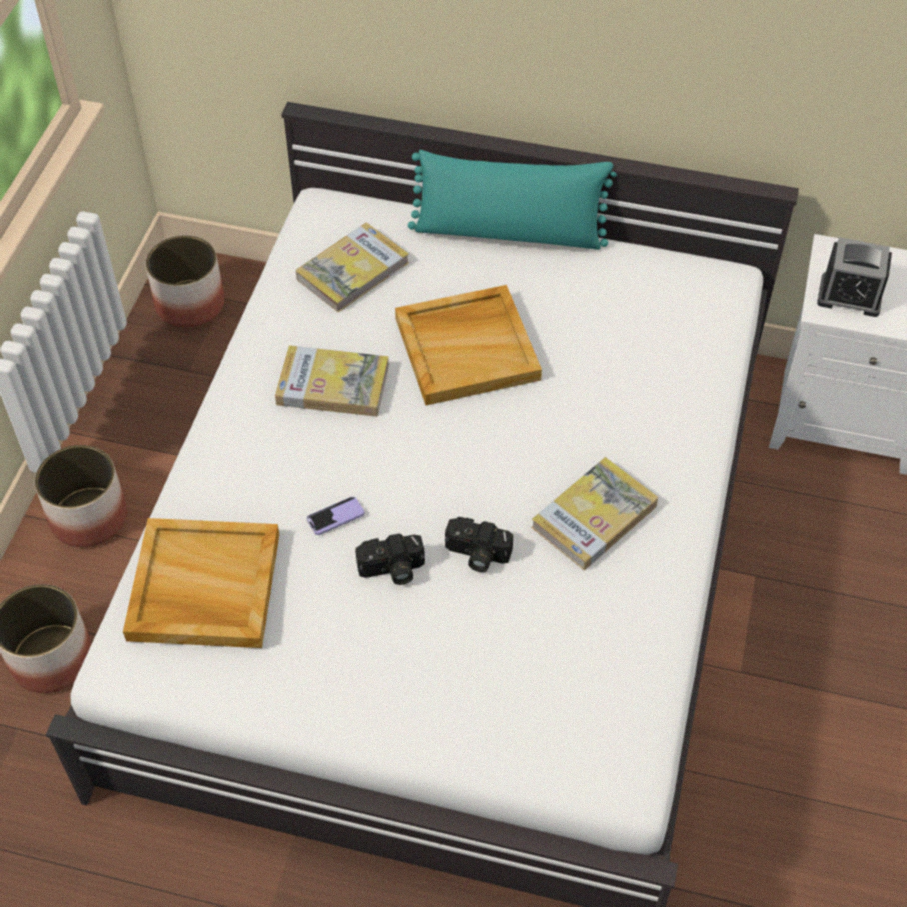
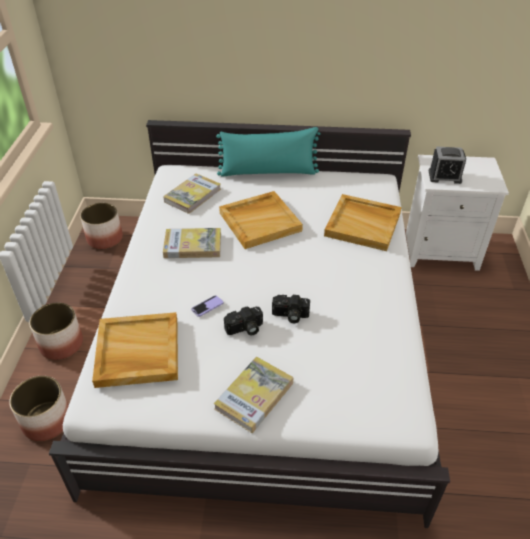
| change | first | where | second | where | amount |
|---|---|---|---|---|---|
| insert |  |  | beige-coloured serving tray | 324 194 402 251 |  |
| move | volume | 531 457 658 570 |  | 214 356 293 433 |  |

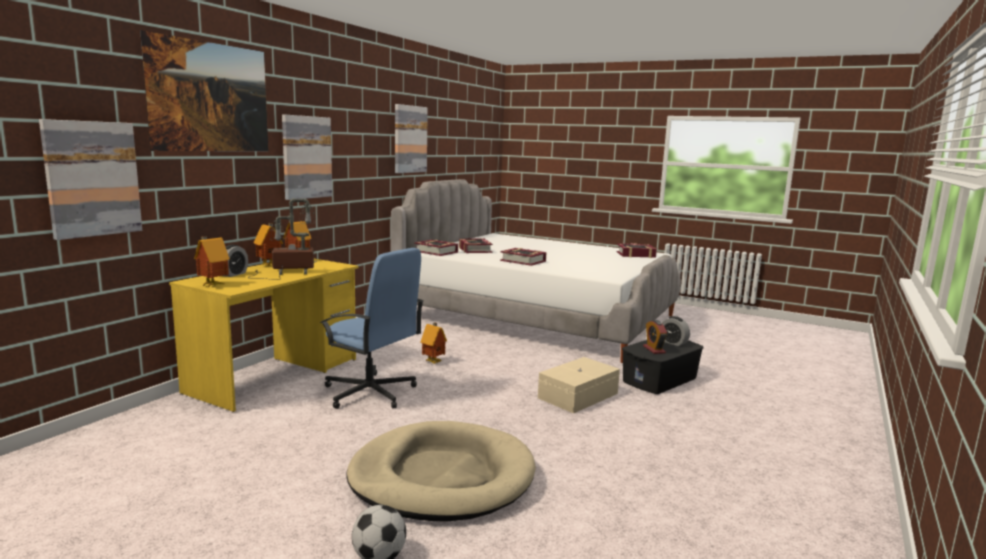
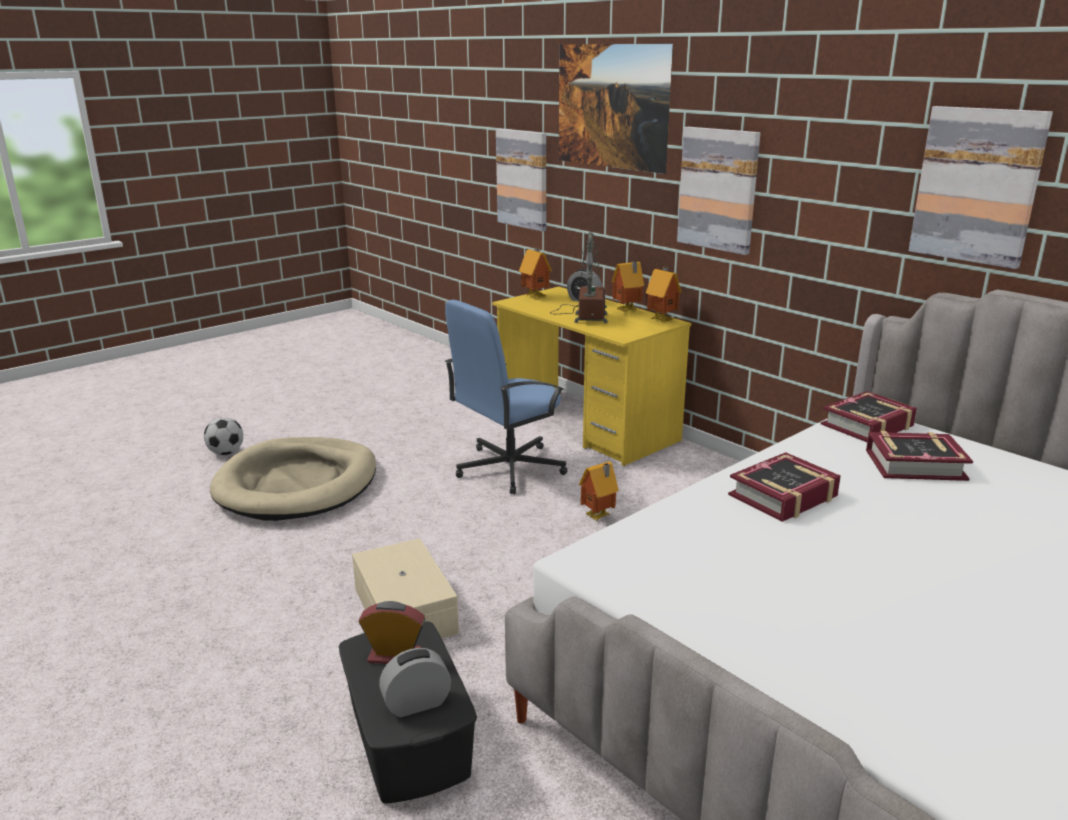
| change | first | where | second | where | amount |
|---|---|---|---|---|---|
| delete | volume | 616 243 657 258 |  |  |  |

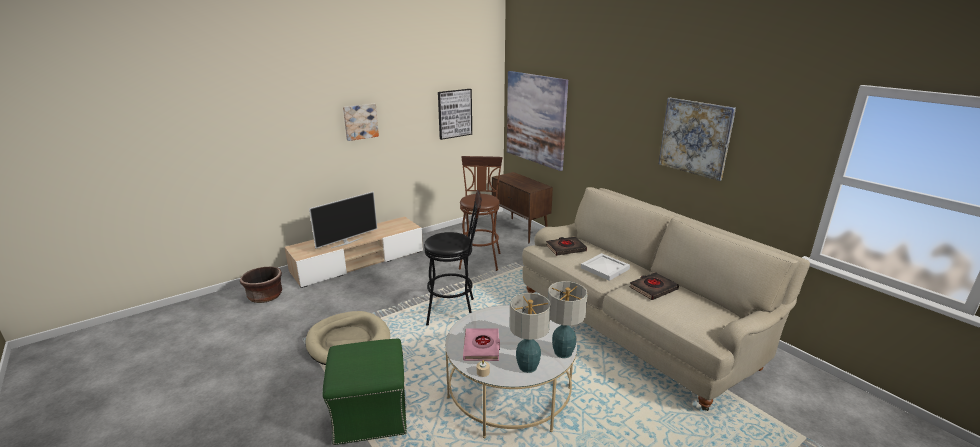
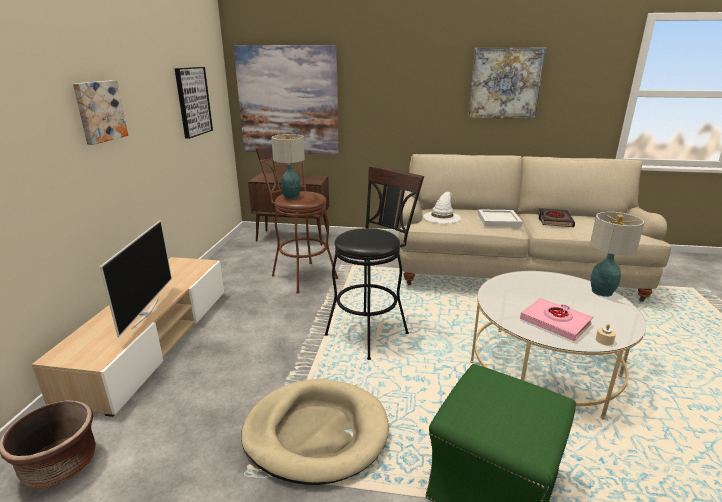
| change | first | where | second | where | amount |
|---|---|---|---|---|---|
| move | lamp for a table | 509 293 551 373 |  | 271 134 305 199 |  |
| replace | blackish volume | 546 237 587 256 | whitish wearable hat | 423 192 461 224 |  |

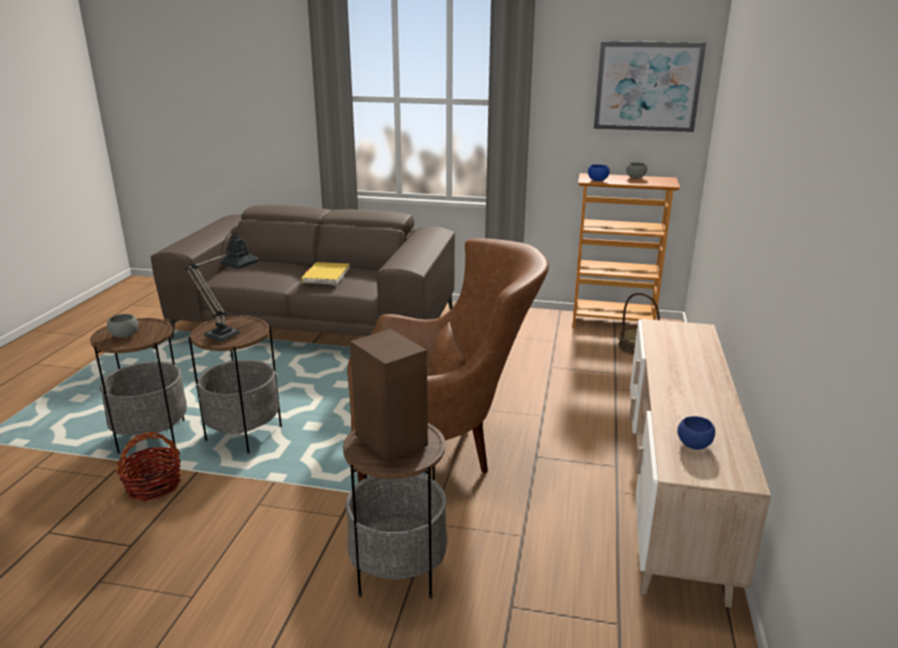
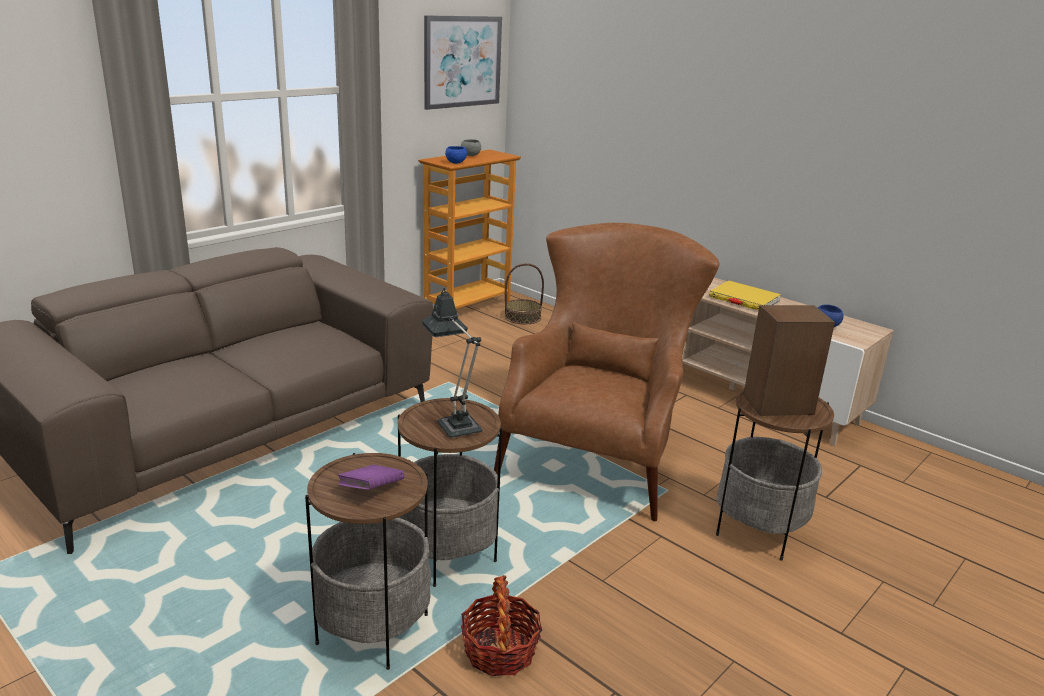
| change | first | where | second | where | amount |
|---|---|---|---|---|---|
| move | yellow volume | 301 262 350 286 |  | 709 281 781 311 |  |
| replace | greyish serving bowl | 107 314 138 338 | purple-coloured volume | 338 465 404 490 |  |

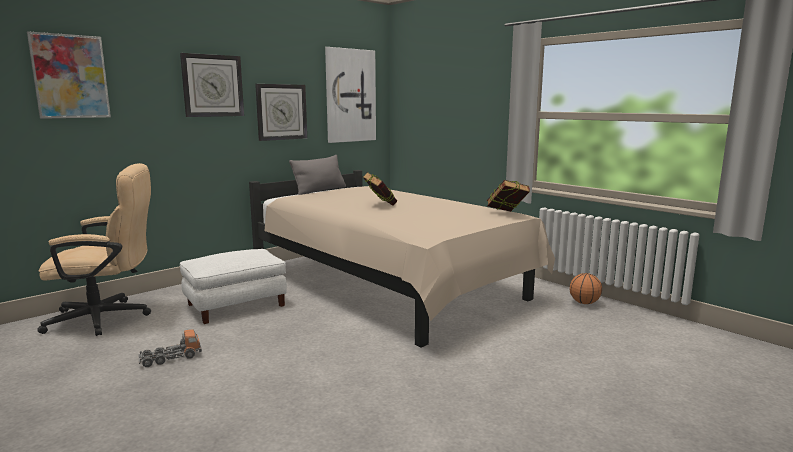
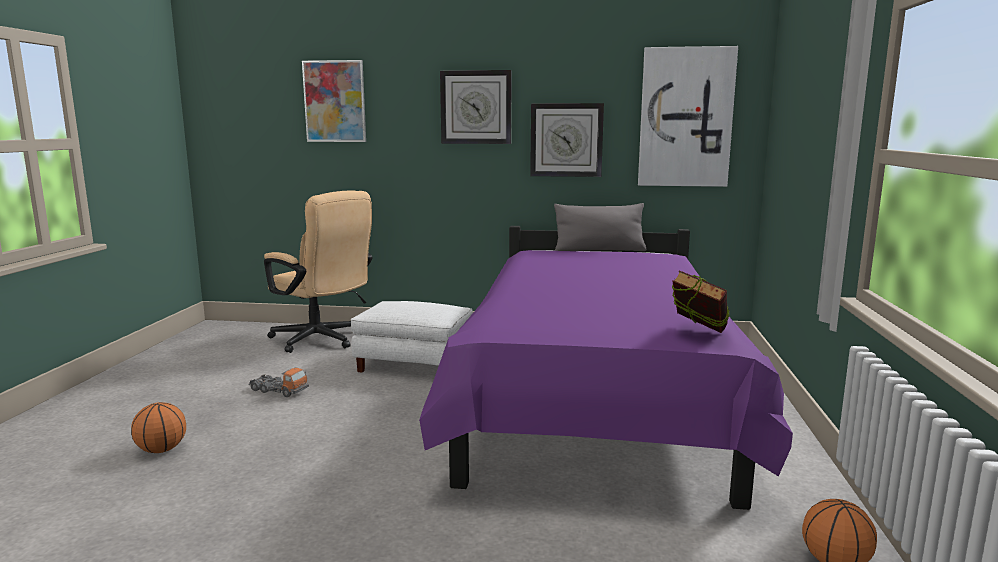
| change | first | where | second | where | amount |
|---|---|---|---|---|---|
| delete | volume | 363 172 397 206 |  |  |  |
| insert |  |  | ball for basketball | 131 402 186 453 |  |
| recolor | beige-coloured bed | 249 170 555 348 | purple-coloured bed | 419 226 793 510 |  |

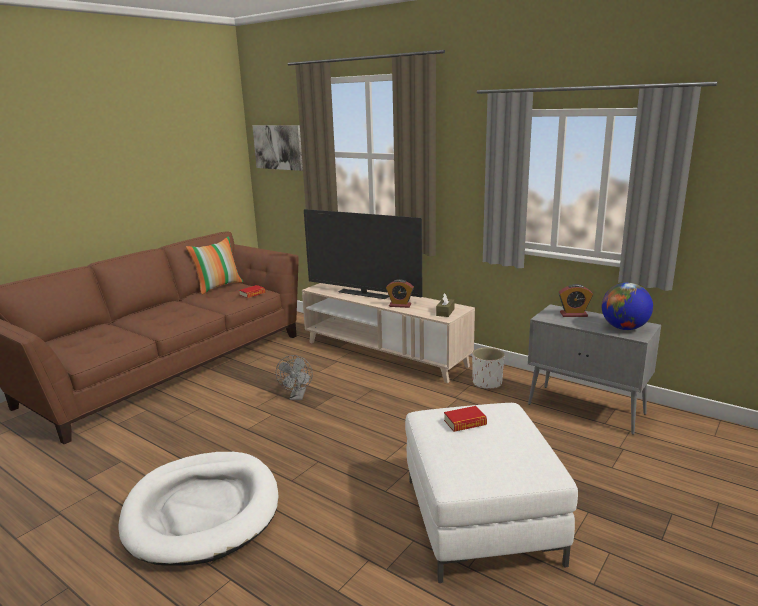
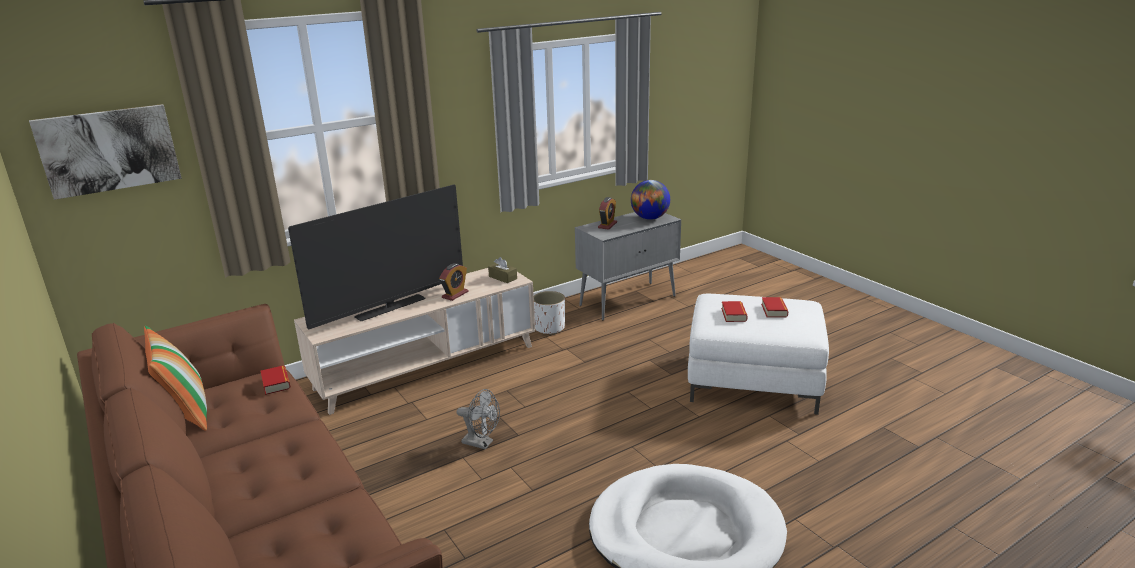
| change | first | where | second | where | amount |
|---|---|---|---|---|---|
| insert |  |  | volume | 761 297 789 317 |  |

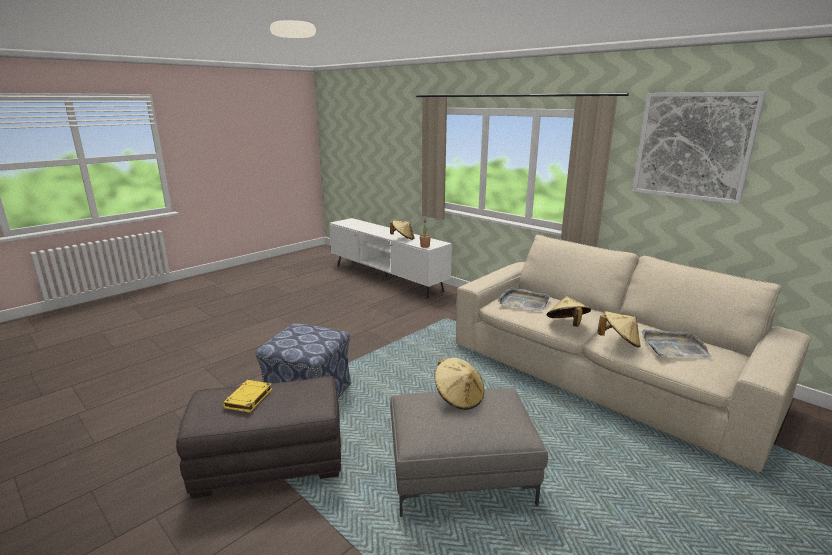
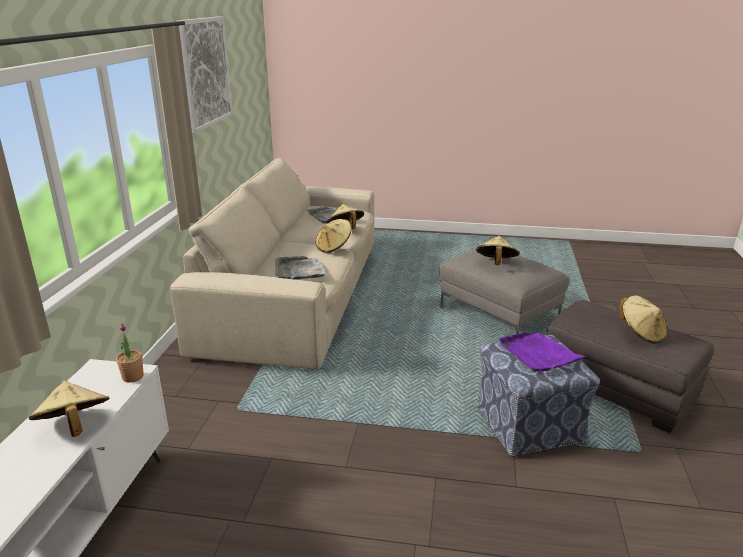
| change | first | where | second | where | amount |
|---|---|---|---|---|---|
| insert |  |  | purple-coloured serving tray | 499 332 585 372 |  |
| replace | yellow volume | 223 380 272 413 | beige-coloured wearable hat | 620 295 667 343 |  |

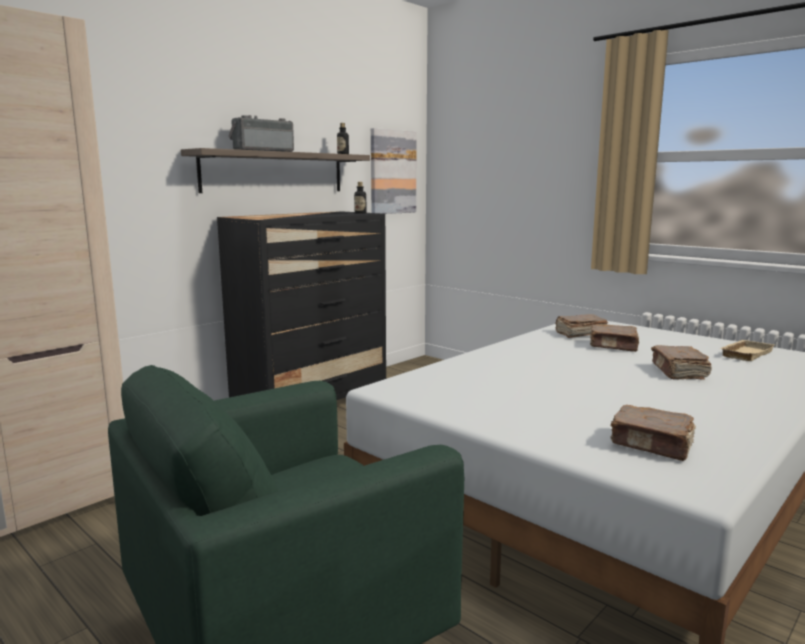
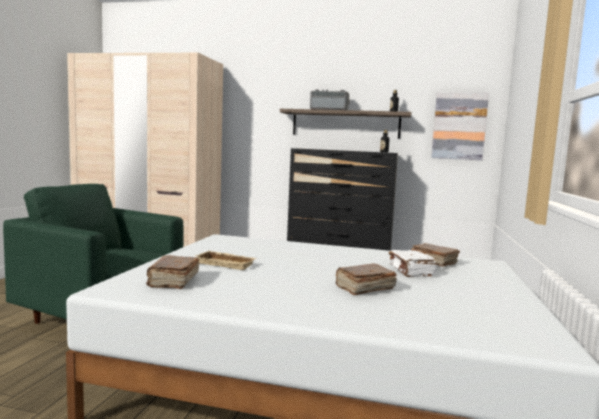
| change | first | where | second | where | amount |
|---|---|---|---|---|---|
| move | beige-coloured serving tray | 721 340 775 361 |  | 195 251 257 270 |  |
| recolor | brown volume | 590 324 639 352 | whitish volume | 389 250 437 277 |  |

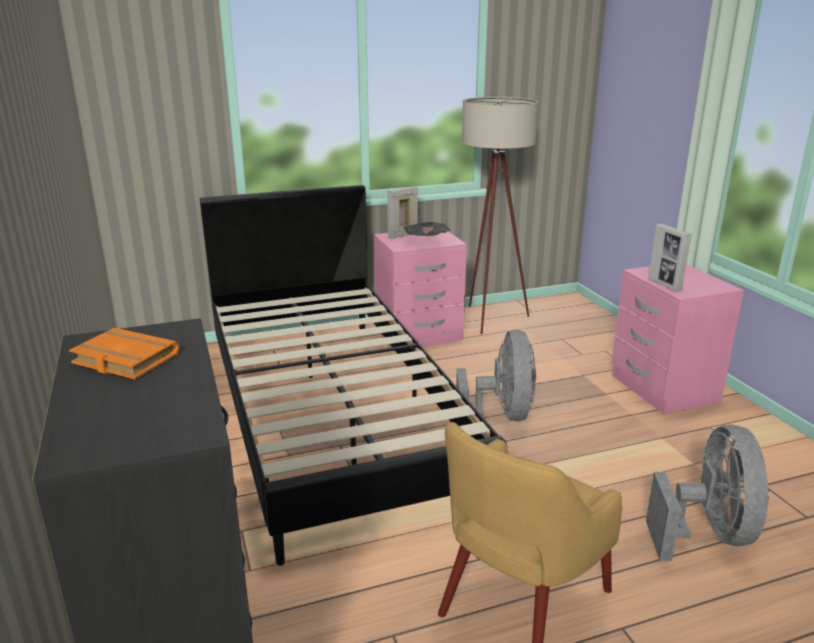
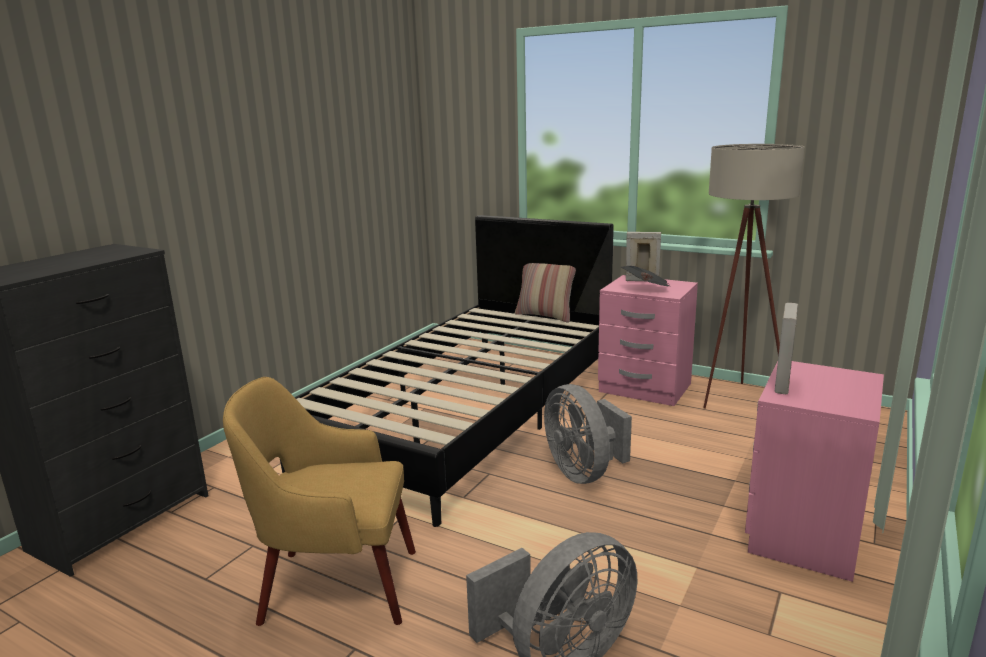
| change | first | where | second | where | amount |
|---|---|---|---|---|---|
| delete | orangey volume | 69 328 179 379 |  |  |  |
| insert |  |  | throw pillow | 515 263 576 323 |  |
| rotate | greyish cooling fan | 456 330 536 421 |  | 544 384 632 484 | 105 degrees clockwise |

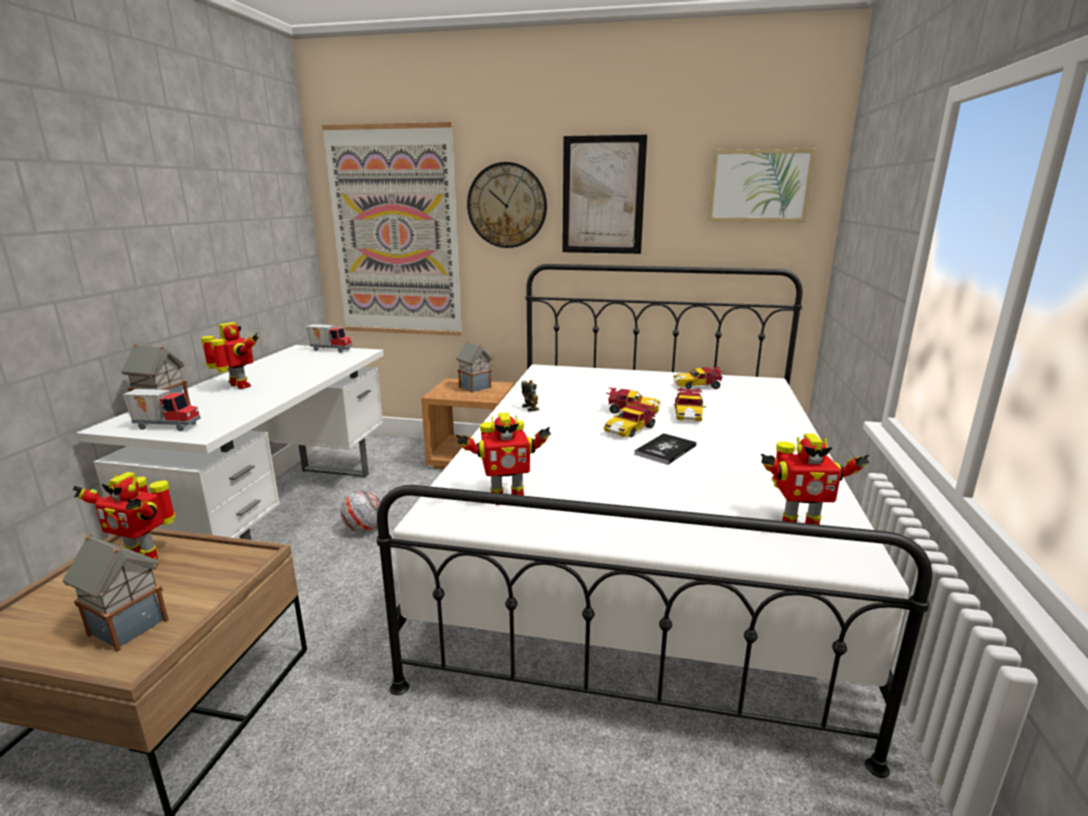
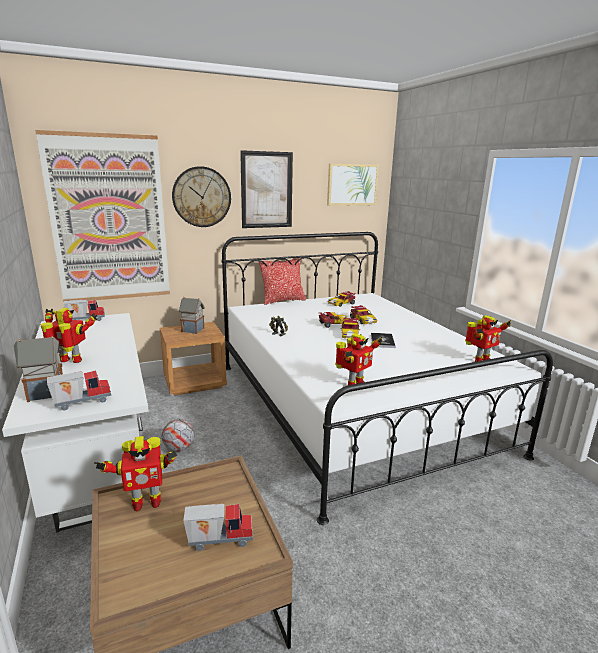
| change | first | where | second | where | amount |
|---|---|---|---|---|---|
| insert |  |  | throw pillow | 259 258 306 305 |  |
| replace | model house | 62 534 169 652 | toy lorry | 183 504 253 551 |  |

